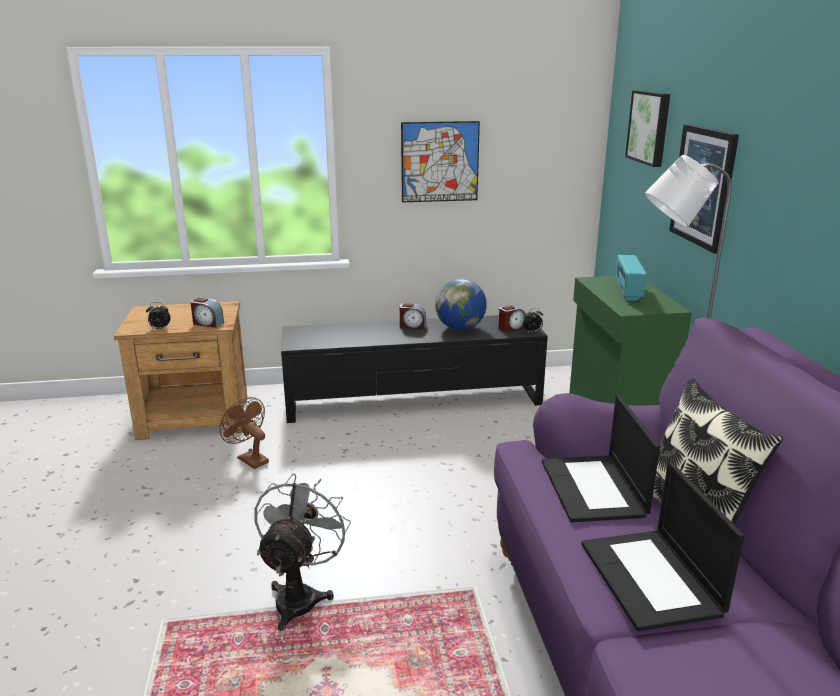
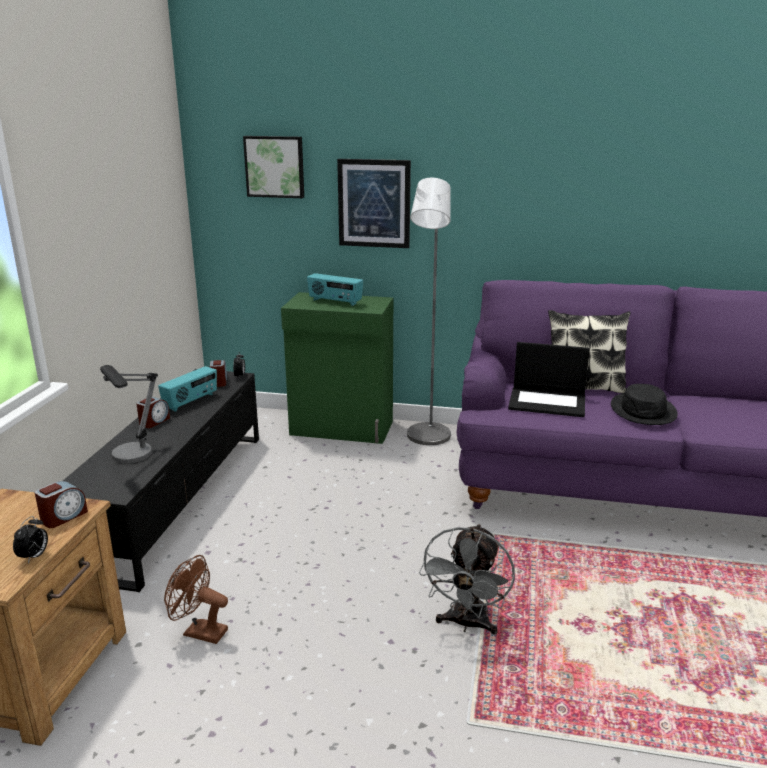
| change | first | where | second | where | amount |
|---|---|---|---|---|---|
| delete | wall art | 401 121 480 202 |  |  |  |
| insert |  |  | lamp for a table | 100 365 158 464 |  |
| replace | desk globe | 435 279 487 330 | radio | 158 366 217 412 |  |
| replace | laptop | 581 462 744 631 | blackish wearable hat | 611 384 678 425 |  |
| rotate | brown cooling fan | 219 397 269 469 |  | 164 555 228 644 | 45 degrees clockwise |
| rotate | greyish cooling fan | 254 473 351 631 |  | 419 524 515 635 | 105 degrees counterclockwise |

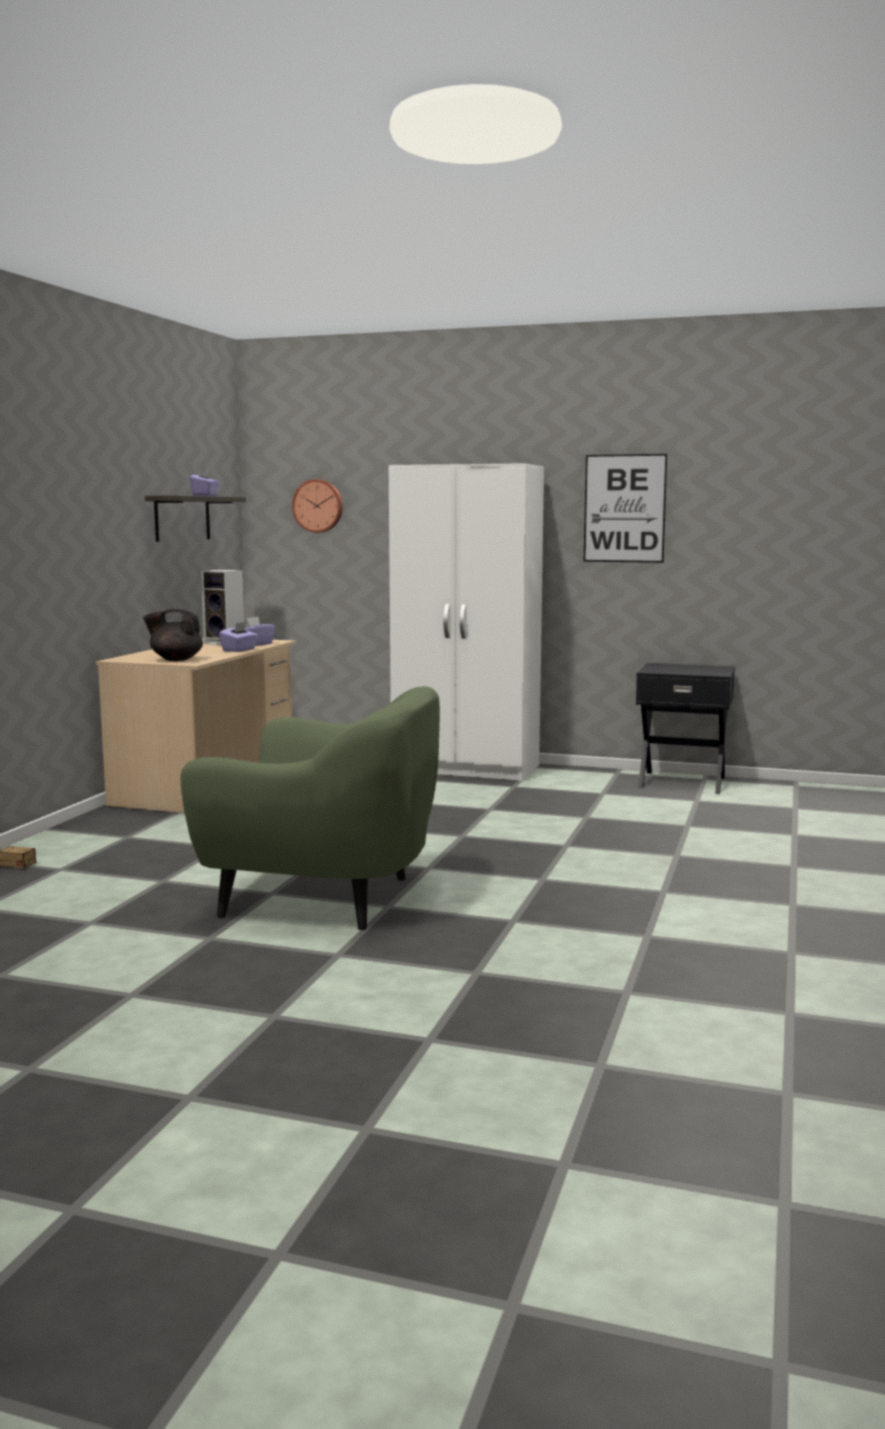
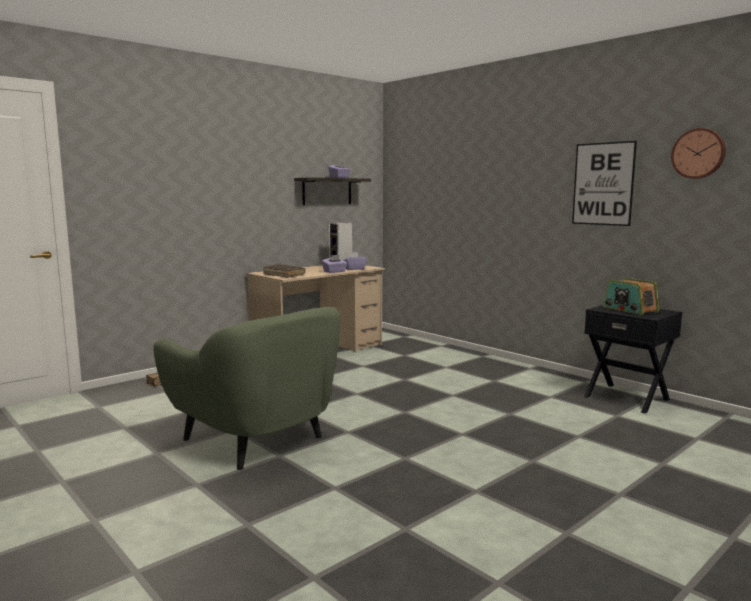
| change | first | where | second | where | amount |
|---|---|---|---|---|---|
| delete | whitish wardrobe | 389 463 544 781 |  |  |  |
| insert |  |  | radio | 603 278 659 315 |  |
| move | clock on the wall | 292 479 343 533 |  | 671 128 726 179 |  |
| replace | blackish tea pot | 143 609 203 661 | brown volume | 263 264 305 278 |  |

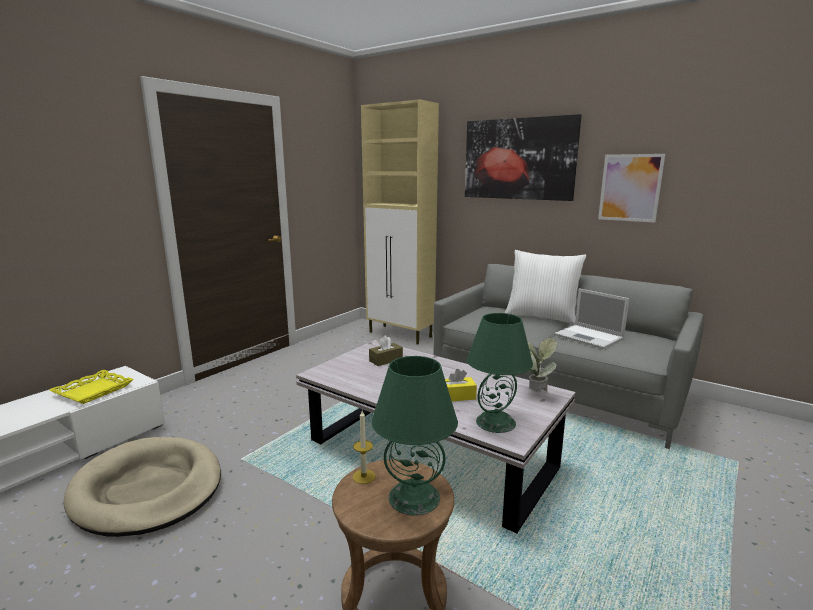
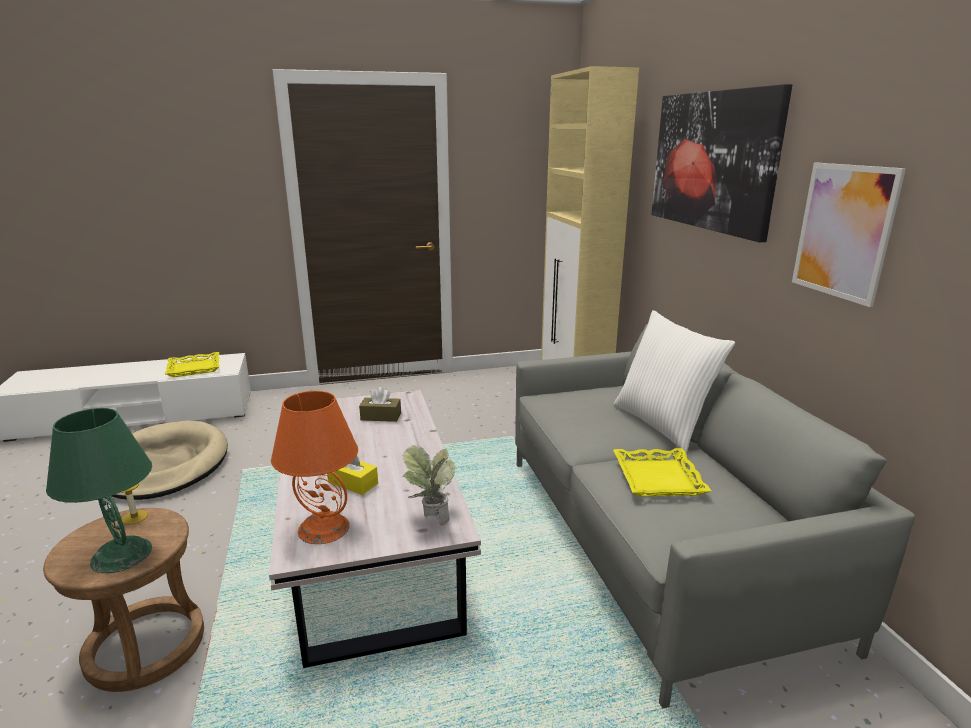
| change | first | where | second | where | amount |
|---|---|---|---|---|---|
| replace | laptop | 554 288 629 349 | yellow serving tray | 613 448 711 496 |  |
| recolor | green-coloured lamp for a table | 467 313 533 433 | orangey lamp for a table | 271 391 358 544 |  |

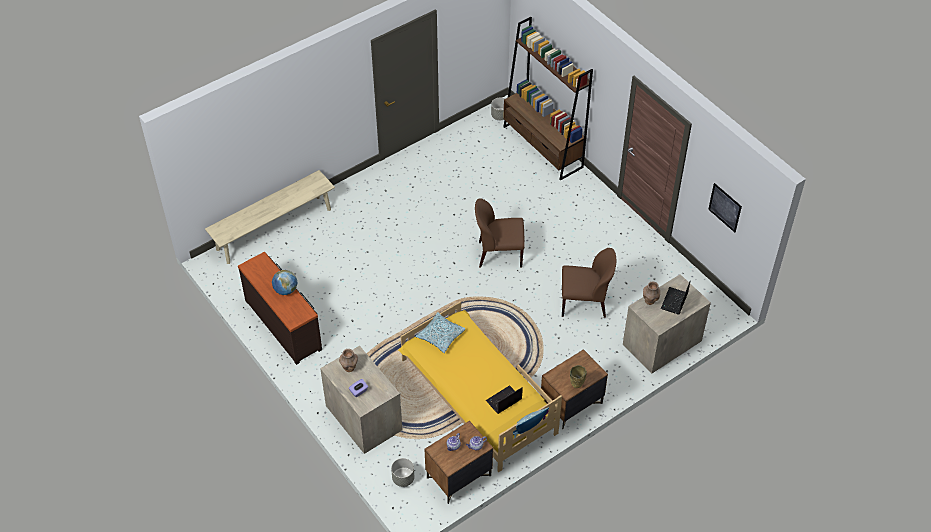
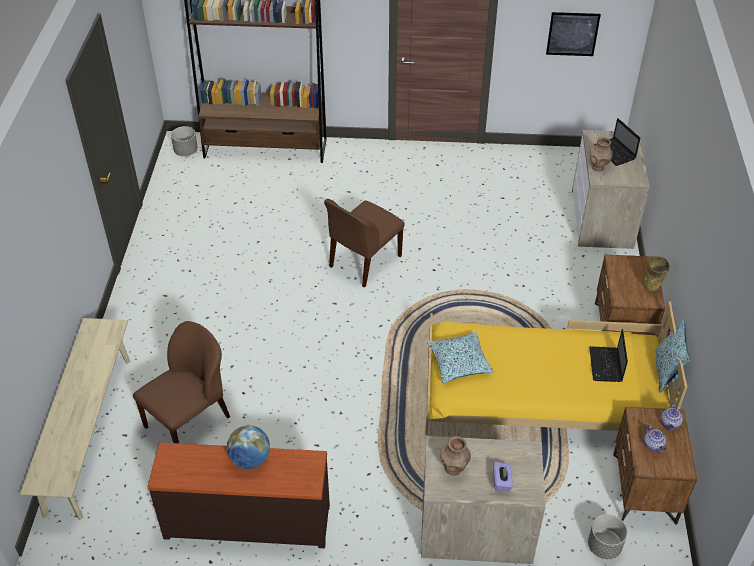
| change | first | where | second | where | amount |
|---|---|---|---|---|---|
| move | brown plain chair | 562 248 616 318 |  | 133 321 230 443 |  |

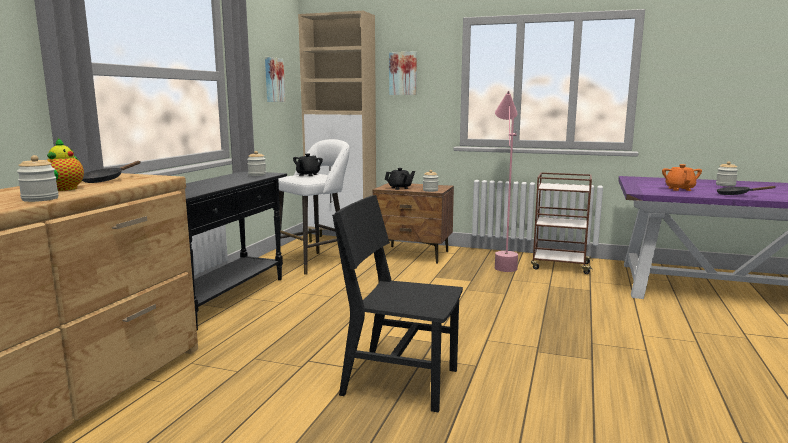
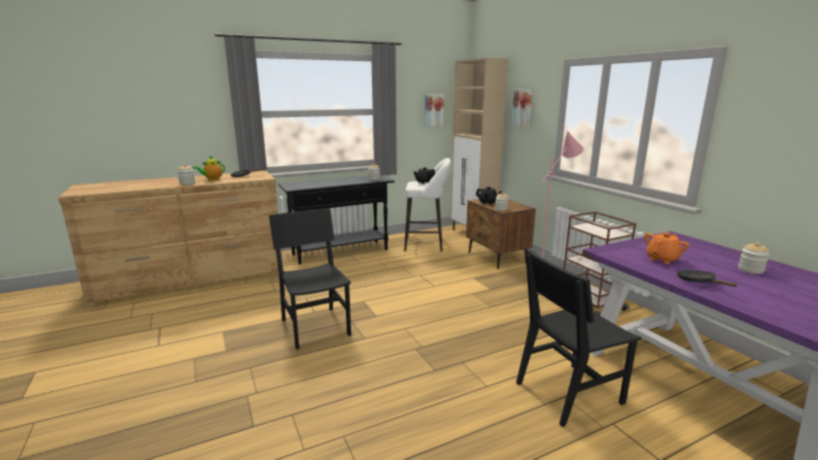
| change | first | where | second | where | amount |
|---|---|---|---|---|---|
| insert |  |  | blackish plain chair | 516 249 641 427 |  |

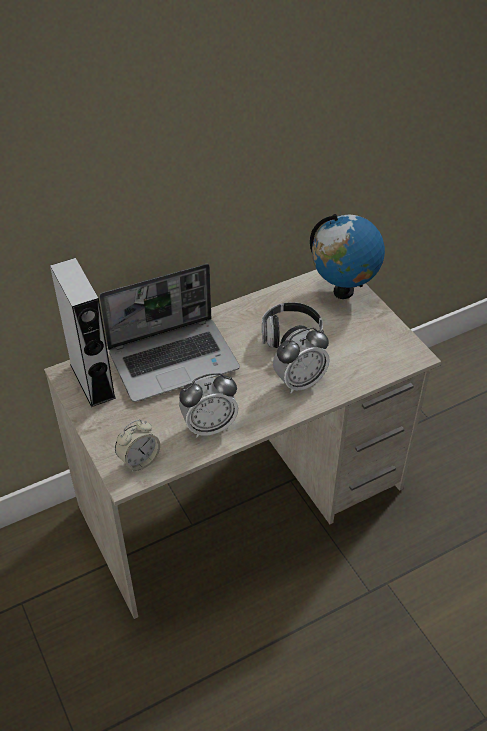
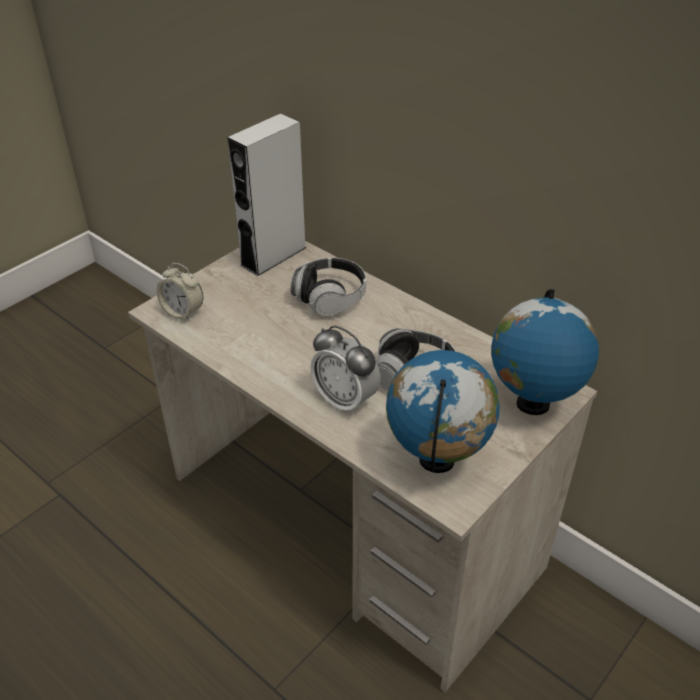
| change | first | where | second | where | amount |
|---|---|---|---|---|---|
| delete | alarm clock | 179 373 238 438 |  |  |  |
| insert |  |  | desk globe | 386 350 500 473 |  |
| replace | laptop | 99 264 240 402 | headset | 290 258 366 316 |  |

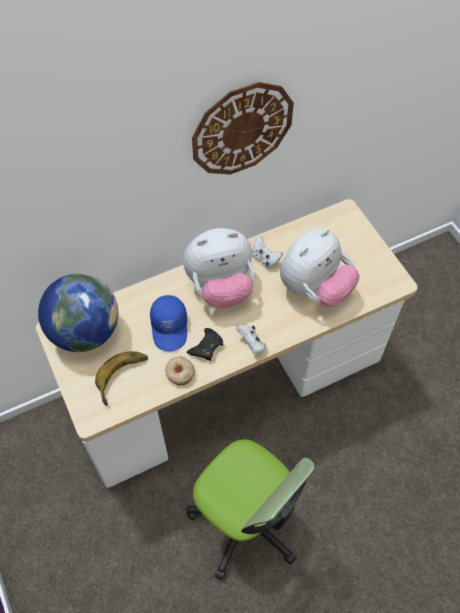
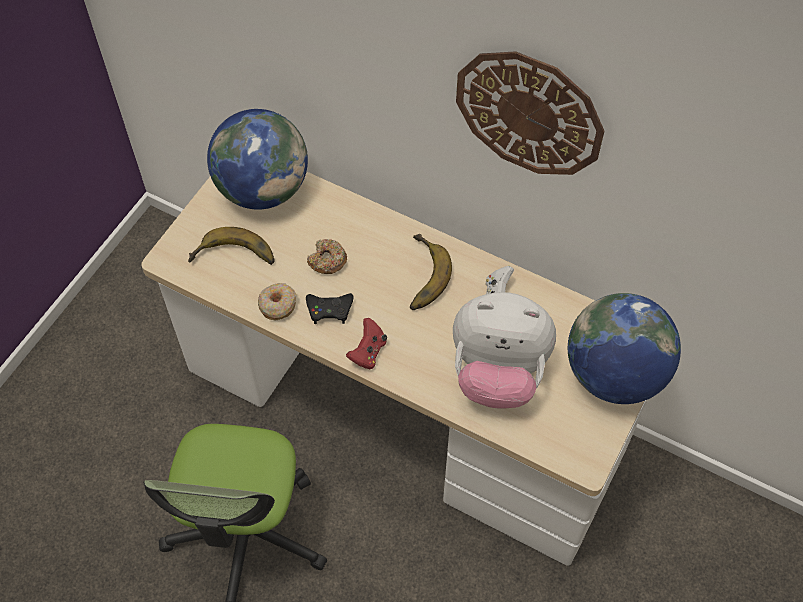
| change | first | where | second | where | amount |
|---|---|---|---|---|---|
| insert |  |  | desk globe | 568 293 681 404 |  |
| replace | bluish baseball cap | 150 295 187 351 | donut | 307 239 347 274 |  |
| replace | plush toy | 183 228 254 308 | banana | 410 234 452 310 |  |
| recolor | whitish joypad | 236 325 267 354 | red joypad | 346 318 387 370 |  |

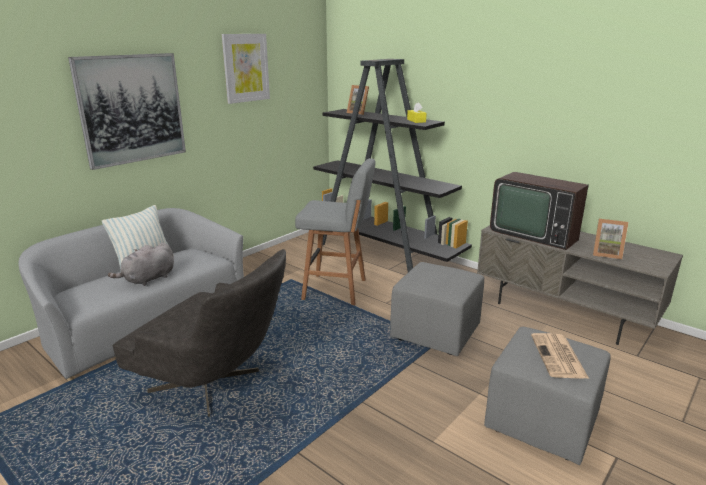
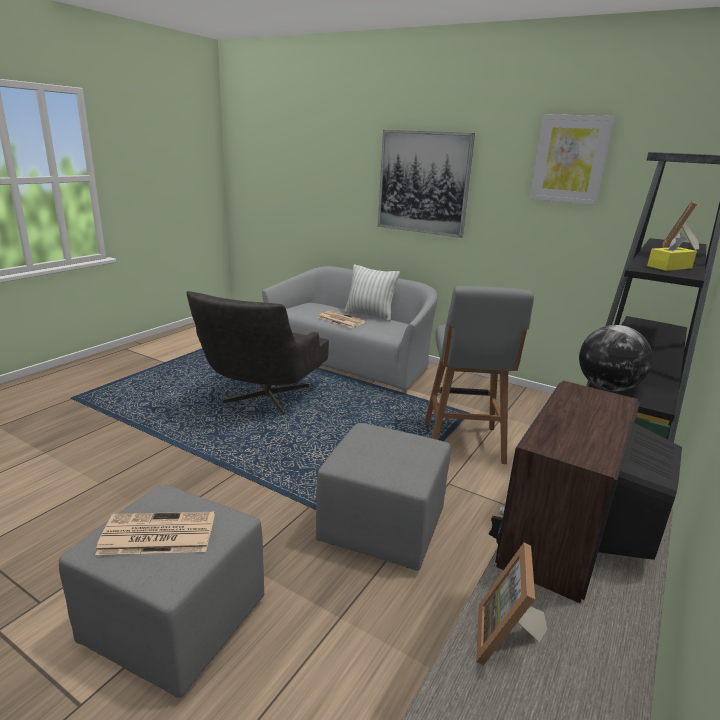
| change | first | where | second | where | amount |
|---|---|---|---|---|---|
| insert |  |  | desk globe | 579 325 653 391 |  |
| replace | greyish plush toy | 108 243 174 286 | newspaper | 318 310 366 328 |  |

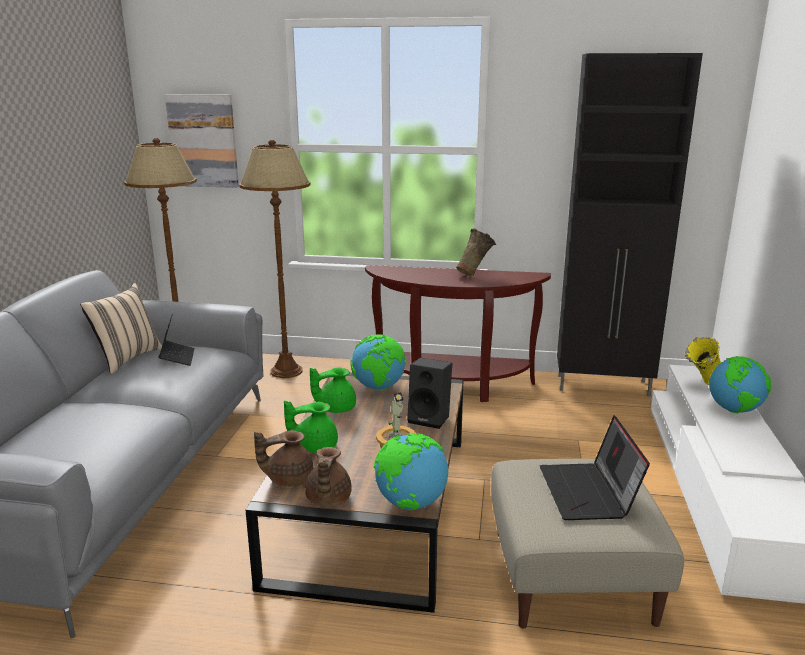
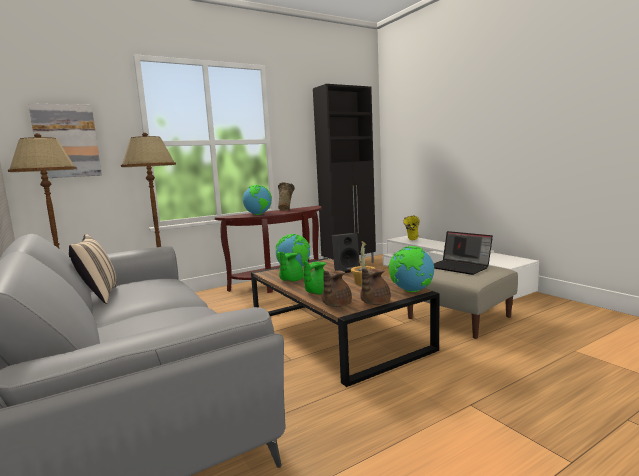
| change | first | where | second | where | amount |
|---|---|---|---|---|---|
| delete | laptop | 158 314 194 366 |  |  |  |
| move | desk globe | 709 356 771 414 |  | 243 185 272 215 |  |
| rotate | brown tea pot | 305 447 352 507 |  | 360 268 391 305 | 75 degrees clockwise |

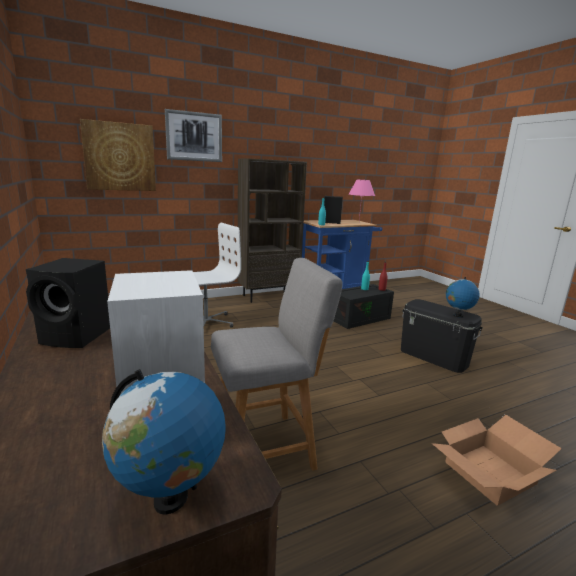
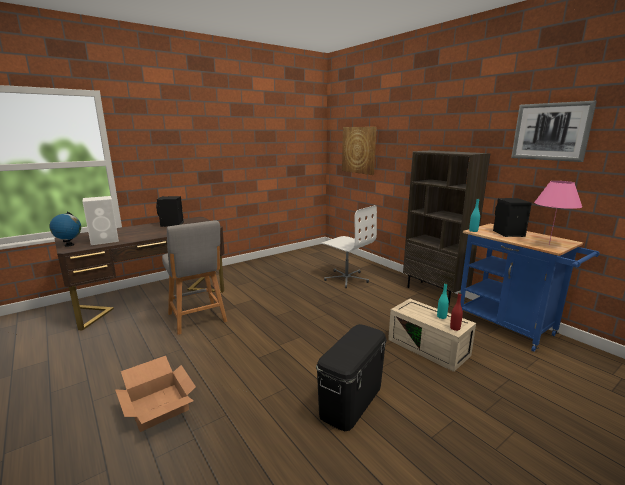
| change | first | where | second | where | amount |
|---|---|---|---|---|---|
| delete | desk globe | 446 277 479 318 |  |  |  |
| move | wall art | 165 109 222 162 |  | 511 101 597 162 |  |
| recolor | blackish storage bin | 334 284 394 329 | beige-coloured storage bin | 388 299 476 372 |  |

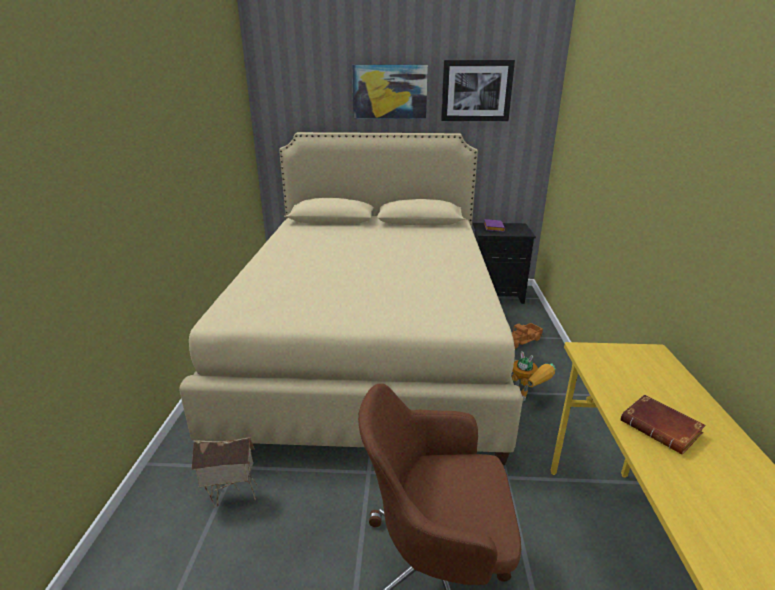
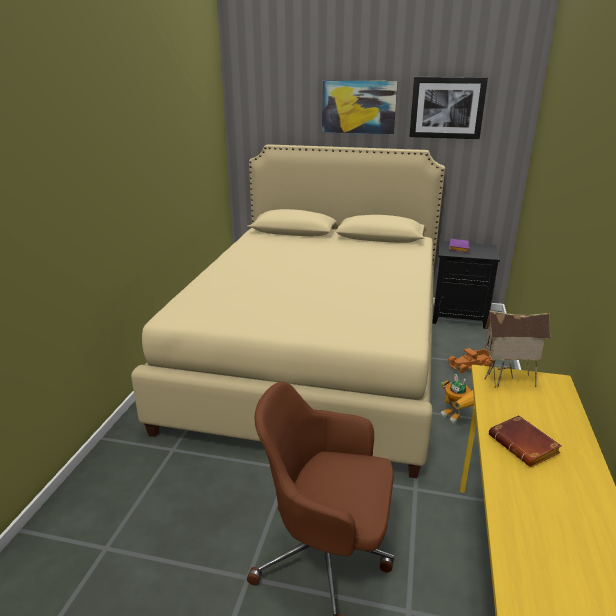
| change | first | where | second | where | amount |
|---|---|---|---|---|---|
| move | model house | 191 437 257 508 |  | 484 310 550 388 |  |

